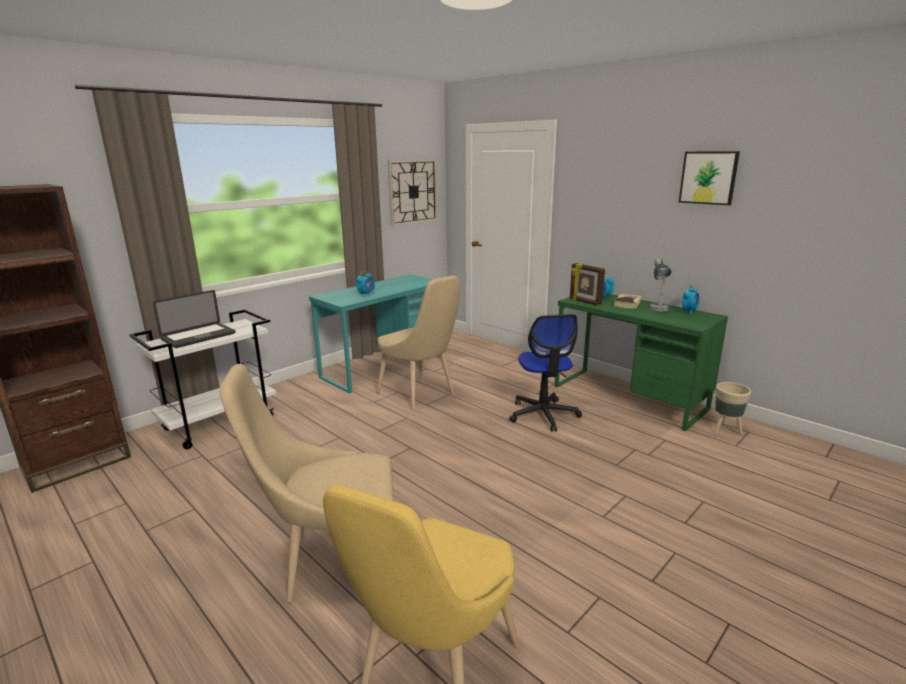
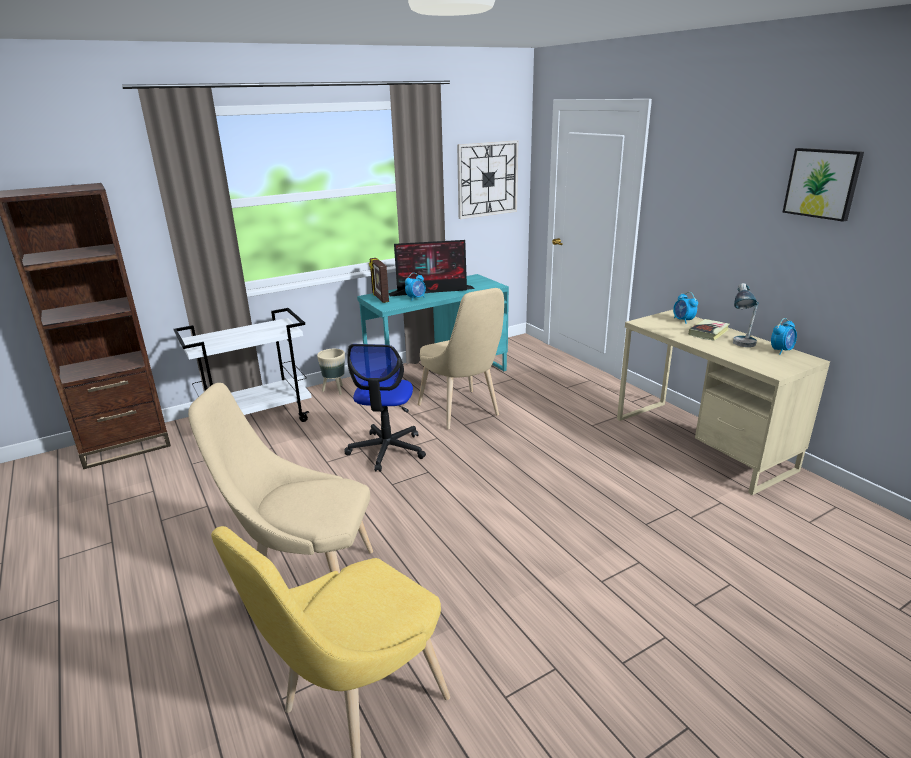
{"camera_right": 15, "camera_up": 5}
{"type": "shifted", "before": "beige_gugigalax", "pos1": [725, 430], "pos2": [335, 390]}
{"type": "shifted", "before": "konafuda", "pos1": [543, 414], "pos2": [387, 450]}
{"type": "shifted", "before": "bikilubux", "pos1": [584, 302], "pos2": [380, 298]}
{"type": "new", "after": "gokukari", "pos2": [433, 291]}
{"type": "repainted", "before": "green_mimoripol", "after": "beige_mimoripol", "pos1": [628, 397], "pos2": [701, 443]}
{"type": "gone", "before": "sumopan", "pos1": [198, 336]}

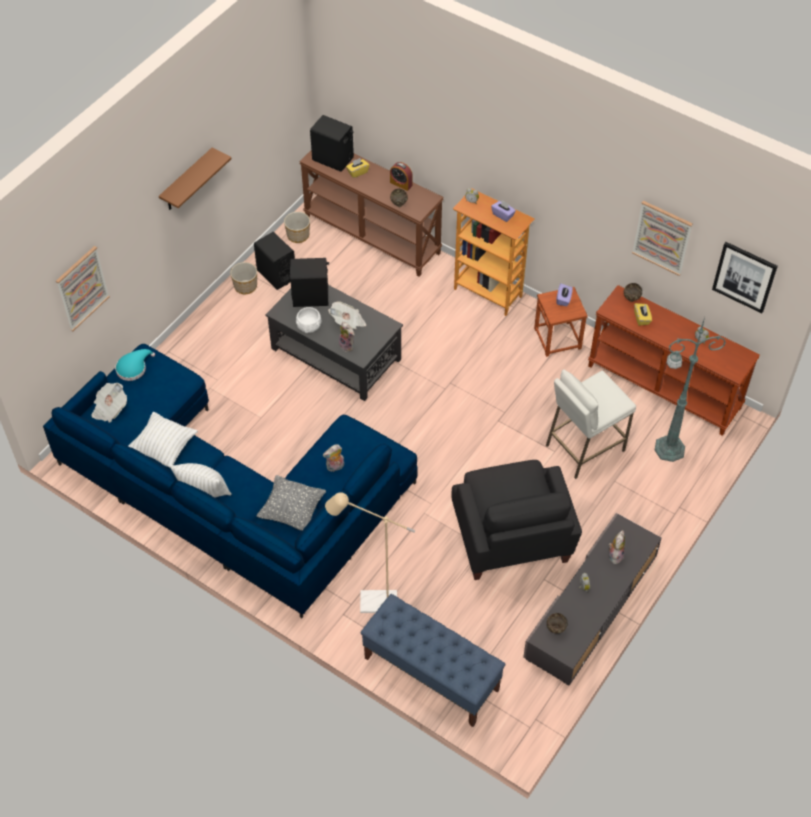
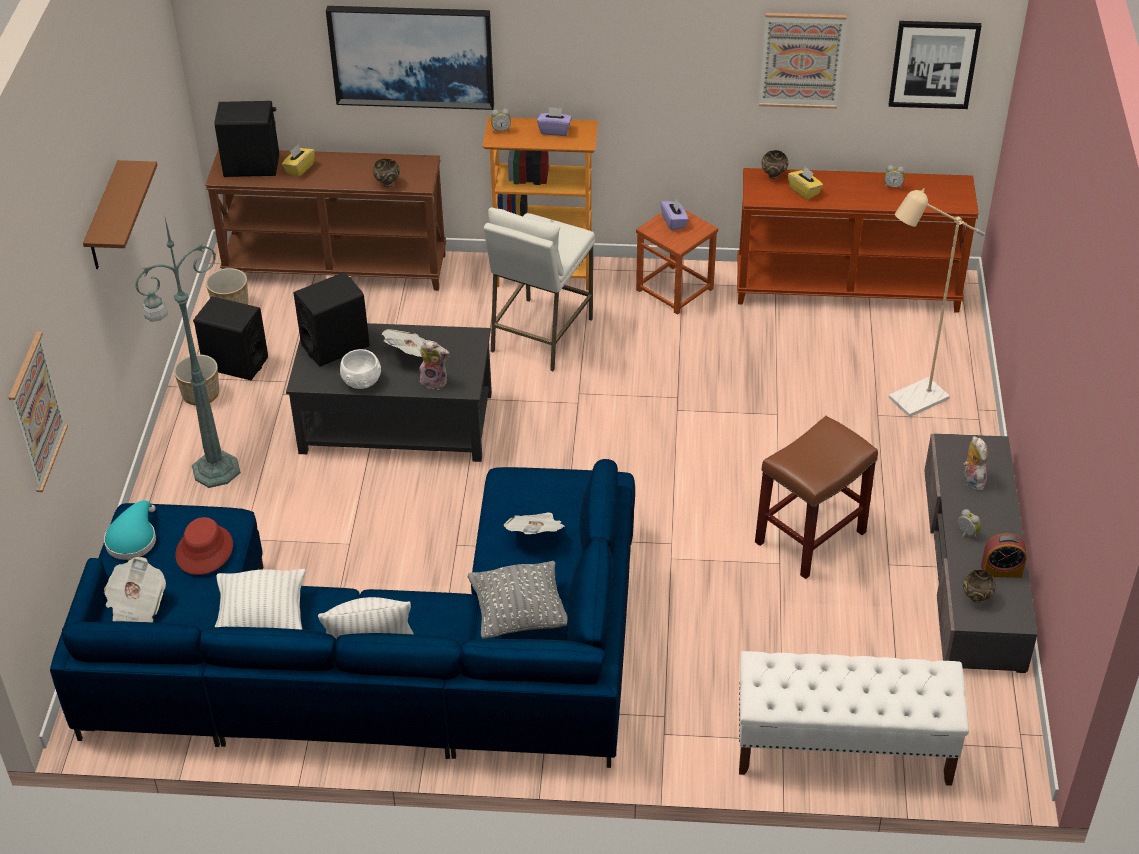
{"camera_right": -30, "camera_up": -10}
{"type": "shifted", "before": "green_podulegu", "pos1": [667, 449], "pos2": [213, 471]}
{"type": "new", "after": "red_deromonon", "pos2": [204, 550]}
{"type": "new", "after": "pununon", "pos2": [412, 55]}
{"type": "shifted", "before": "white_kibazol", "pos1": [584, 448], "pos2": [540, 335]}
{"type": "swapped", "before": "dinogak", "after": "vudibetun", "pos1": [335, 467], "pos2": [535, 534]}
{"type": "repainted", "before": "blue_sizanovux", "after": "white_sizanovux", "pos1": [431, 673], "pos2": [842, 748]}
{"type": "swapped", "before": "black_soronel", "after": "brown_kibazol", "pos1": [511, 540], "pos2": [810, 538]}
{"type": "shifted", "before": "beige_podulegu", "pos1": [370, 602], "pos2": [910, 402]}
{"type": "shifted", "before": "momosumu", "pos1": [401, 184], "pos2": [1001, 570]}

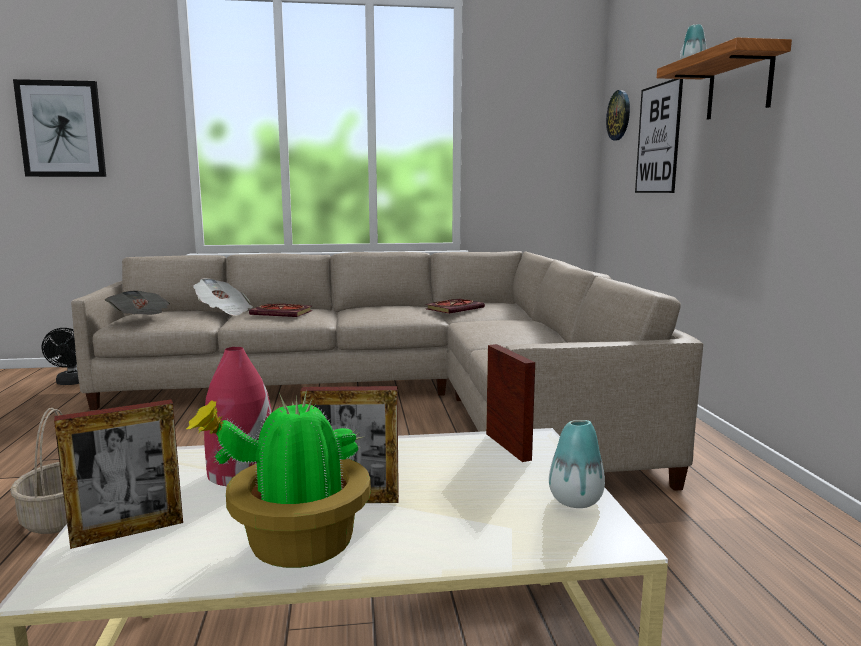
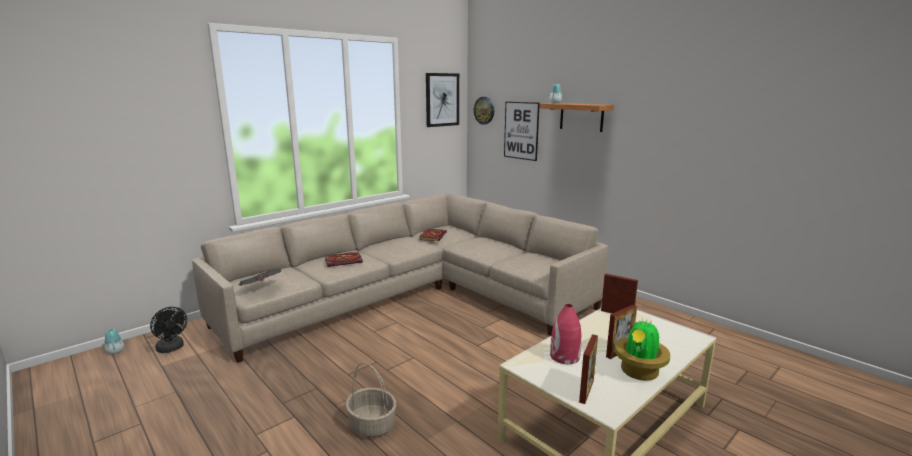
{"camera_right": -35, "camera_up": 5}
{"type": "shifted", "before": "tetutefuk", "pos1": [575, 501], "pos2": [115, 352]}
{"type": "shifted", "before": "pununon", "pos1": [61, 129], "pos2": [442, 100]}
{"type": "gone", "before": "vudibetun", "pos1": [224, 311]}

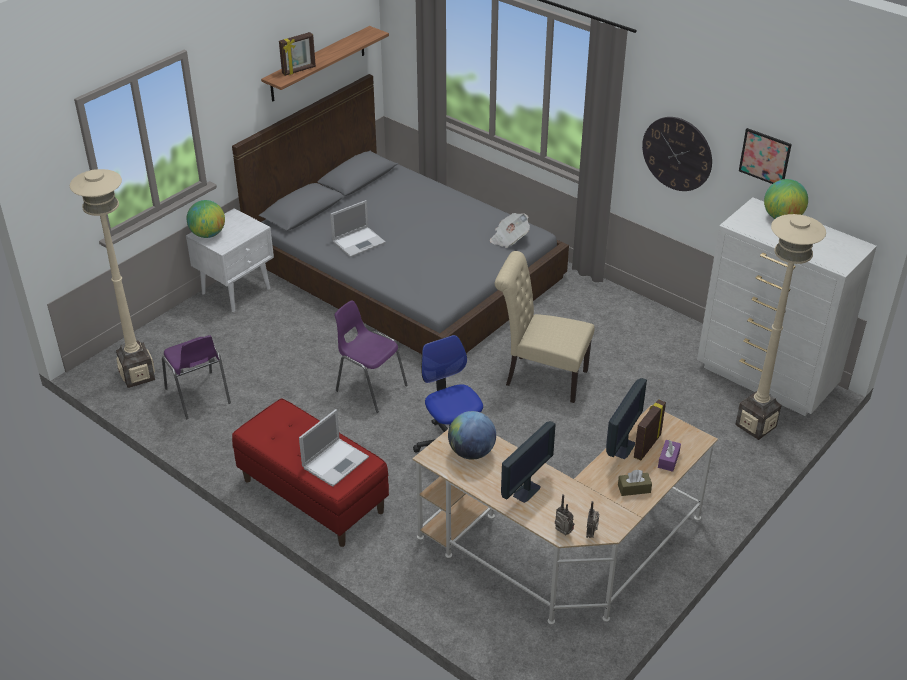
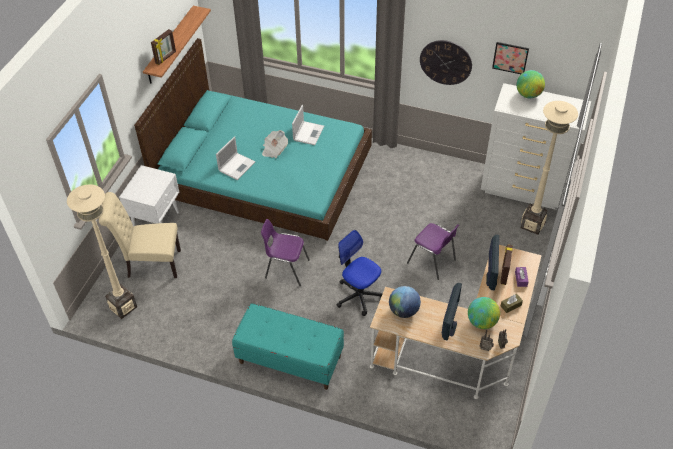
{"camera_right": -20, "camera_up": 10}
{"type": "shifted", "before": "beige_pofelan", "pos1": [541, 377], "pos2": [150, 264]}
{"type": "repainted", "before": "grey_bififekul", "after": "turquoise_bififekul", "pos1": [405, 270], "pos2": [264, 172]}
{"type": "repainted", "before": "red_sizanovux", "after": "turquoise_sizanovux", "pos1": [312, 496], "pos2": [289, 360]}
{"type": "shifted", "before": "vudibetun", "pos1": [509, 239], "pos2": [274, 150]}
{"type": "shifted", "before": "sumopan", "pos1": [336, 461], "pos2": [308, 133]}
{"type": "shifted", "before": "purple_pofelan", "pos1": [198, 397], "pos2": [432, 262]}
{"type": "shifted", "before": "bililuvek", "pos1": [208, 234], "pos2": [482, 322]}

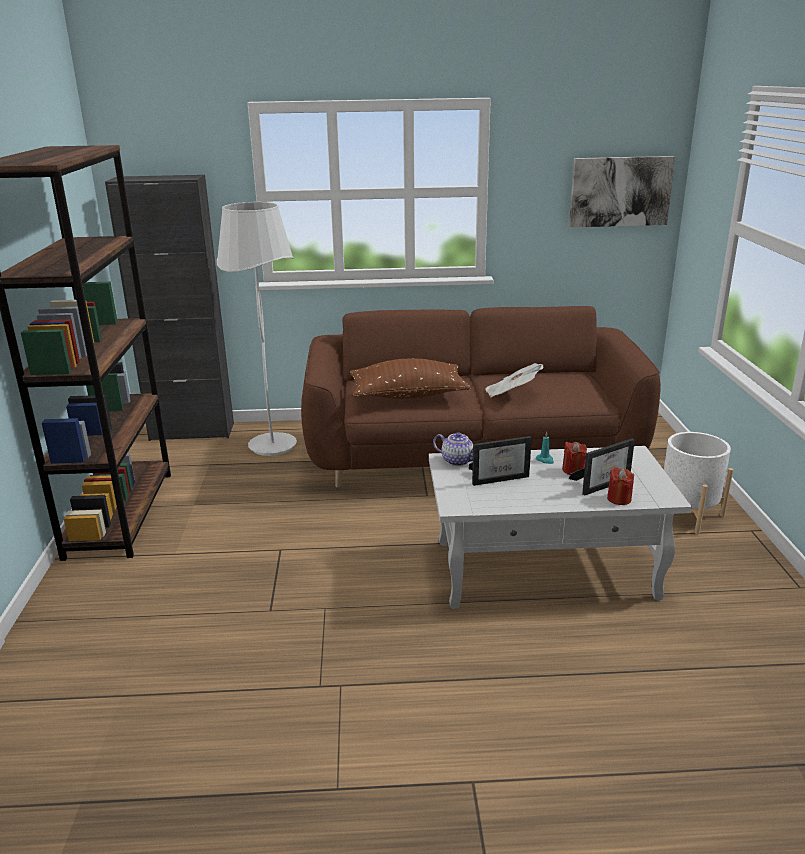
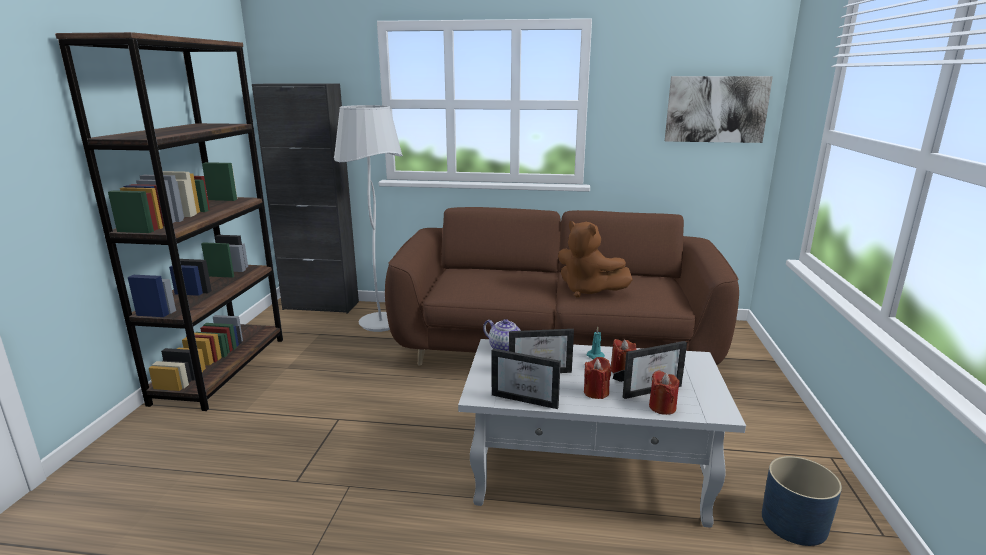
{"camera_right": 10, "camera_up": -5}
{"type": "new", "after": "bikilubux", "pos2": [528, 398]}
{"type": "swapped", "before": "vudibetun", "after": "brown_dinogak", "pos1": [511, 394], "pos2": [588, 291]}
{"type": "new", "after": "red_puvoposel", "pos2": [596, 392]}
{"type": "new", "after": "blue_gugigalax", "pos2": [794, 523]}
{"type": "gone", "before": "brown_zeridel", "pos1": [408, 395]}
{"type": "gone", "before": "white_gugigalax", "pos1": [687, 514]}

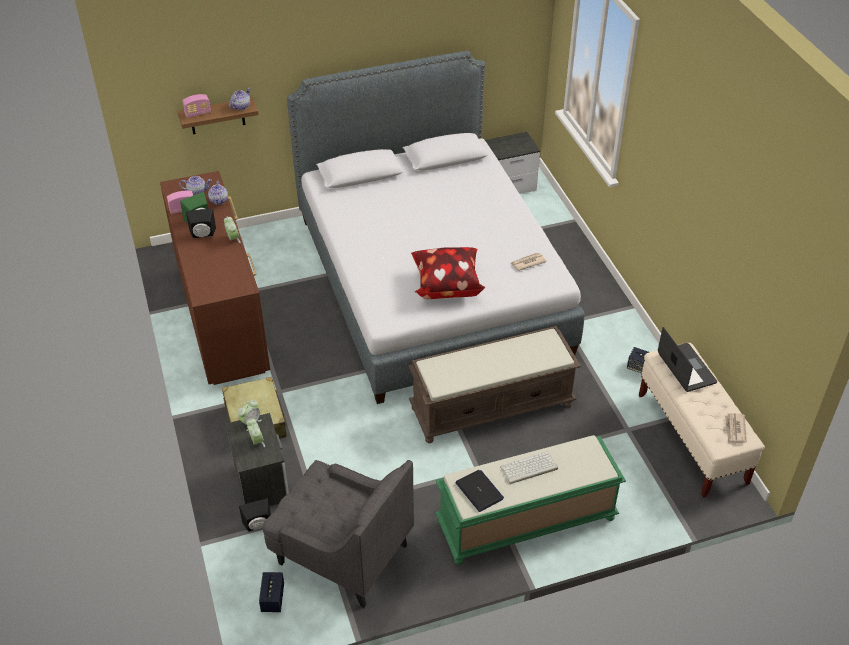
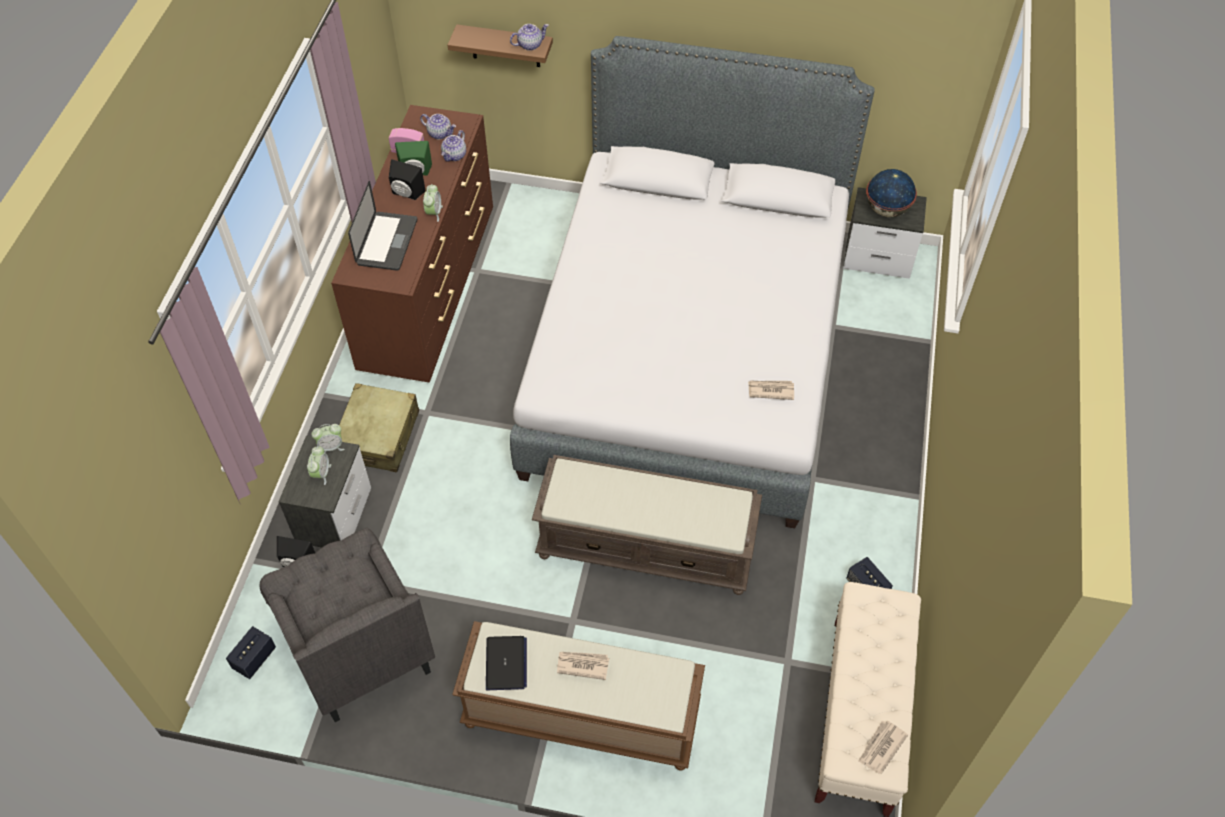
{"camera_right": 30, "camera_up": 10}
{"type": "shifted", "before": "sumopan", "pos1": [686, 368], "pos2": [387, 242]}
{"type": "repainted", "before": "green_sizanovux", "after": "brown_sizanovux", "pos1": [525, 522], "pos2": [579, 716]}
{"type": "swapped", "before": "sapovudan", "after": "vudibetun", "pos1": [528, 468], "pos2": [582, 665]}
{"type": "new", "after": "bililuvek", "pos2": [886, 210]}
{"type": "gone", "before": "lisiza", "pos1": [198, 113]}
{"type": "gone", "before": "zeridel", "pos1": [446, 285]}

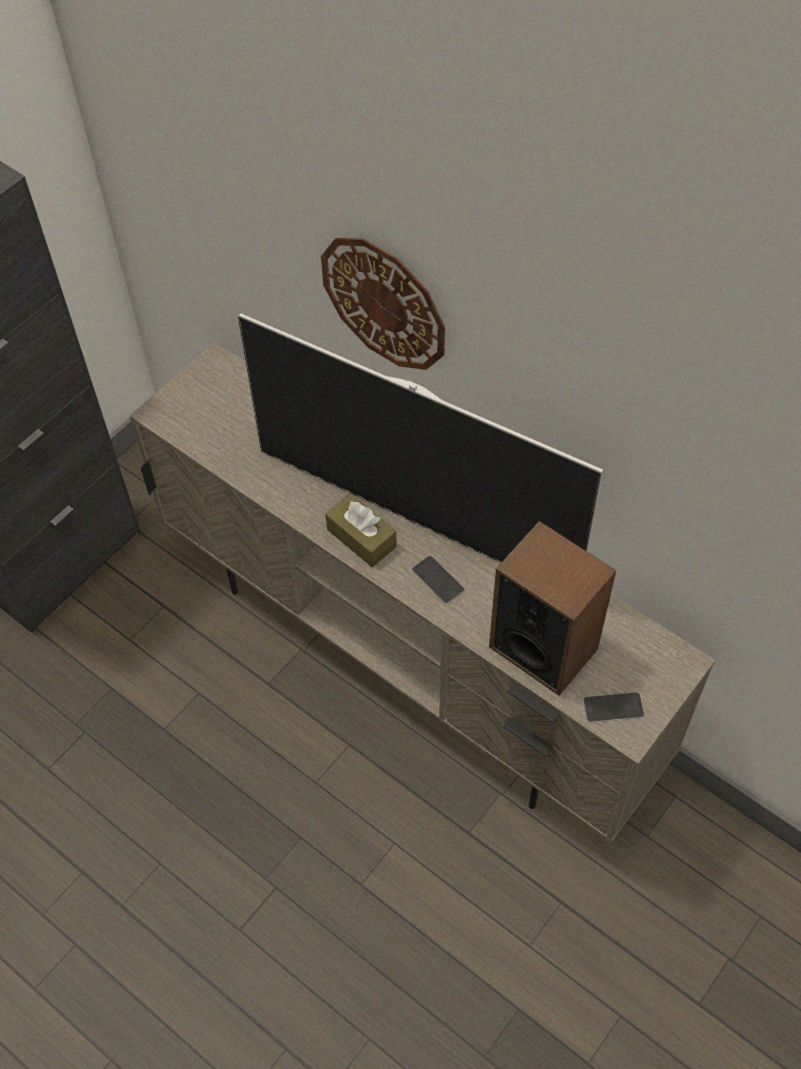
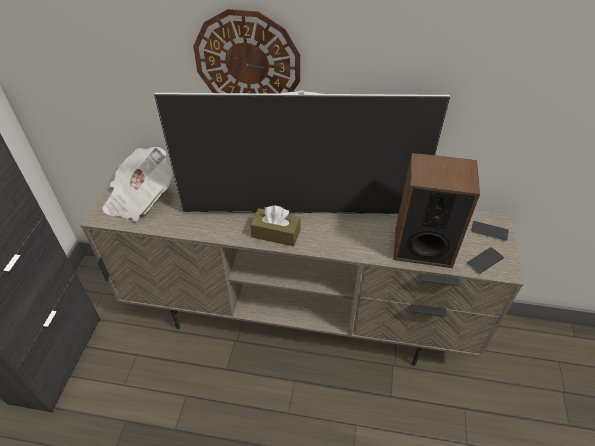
{"camera_right": -30, "camera_up": -10}
{"type": "new", "after": "vudibetun", "pos2": [140, 198]}
{"type": "shifted", "before": "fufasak", "pos1": [438, 580], "pos2": [489, 231]}

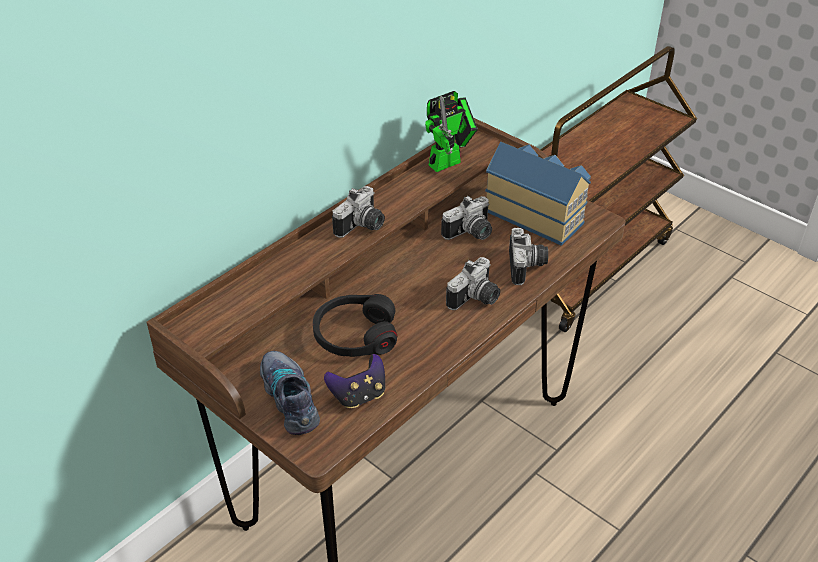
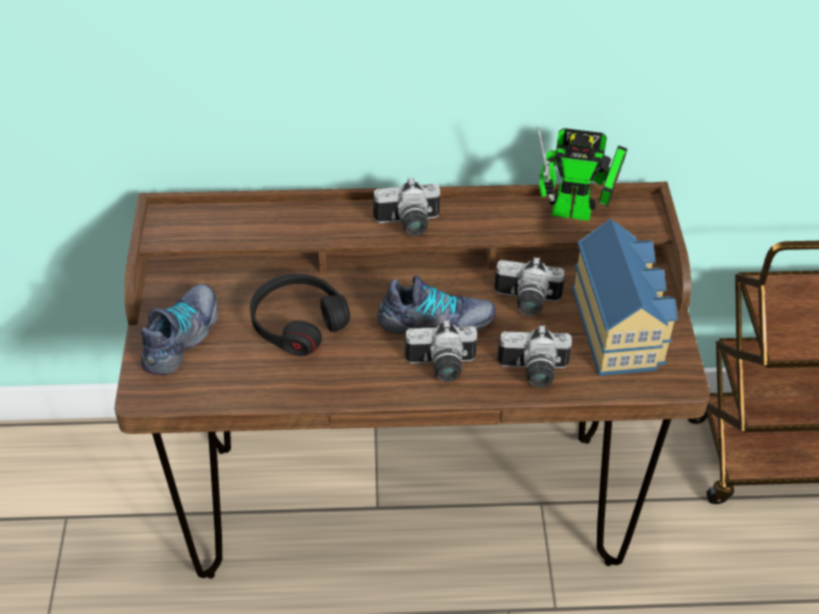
{"camera_right": 45, "camera_up": 5}
{"type": "new", "after": "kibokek", "pos2": [436, 323]}
{"type": "rotated", "before": "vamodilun", "pos1": [527, 267], "pos2": [533, 372], "turn": 45}
{"type": "gone", "before": "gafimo", "pos1": [359, 395]}

